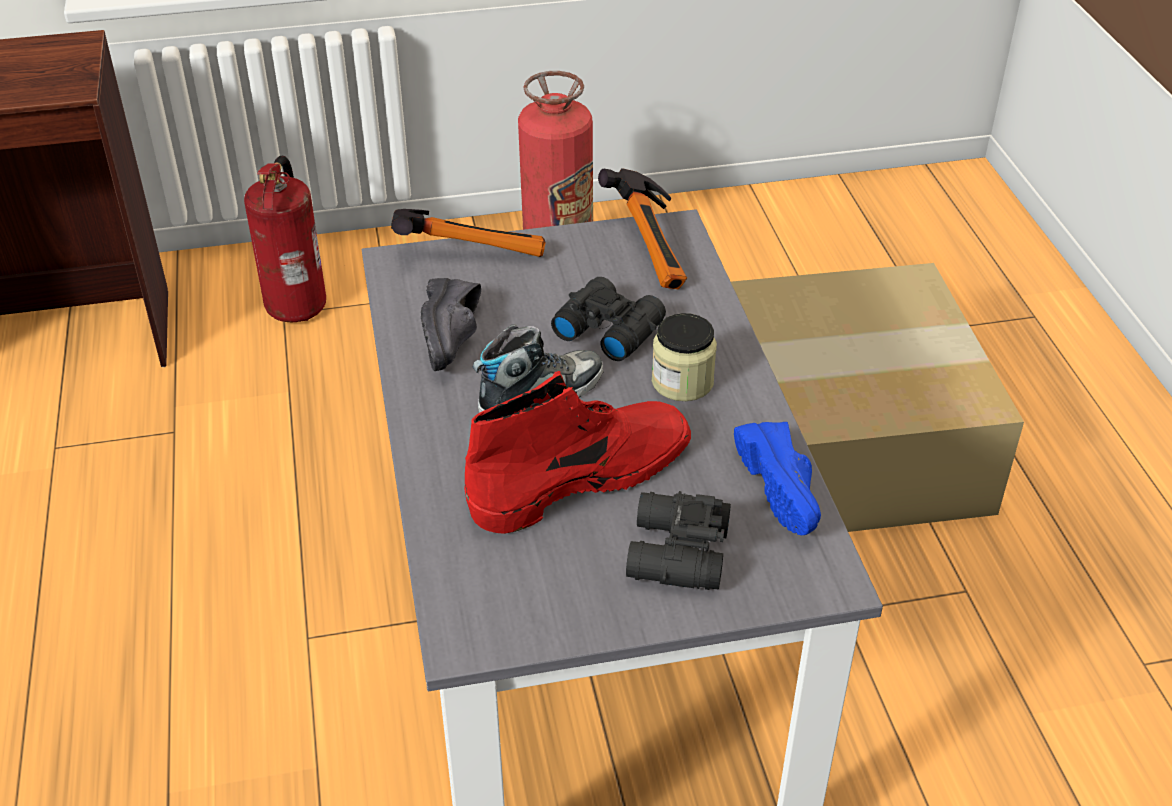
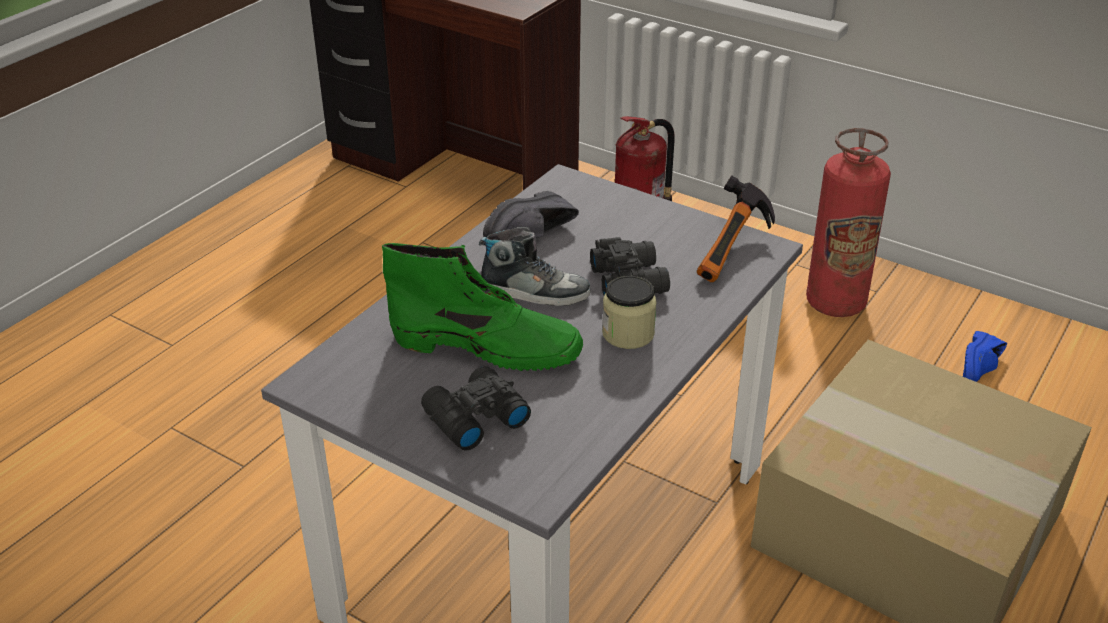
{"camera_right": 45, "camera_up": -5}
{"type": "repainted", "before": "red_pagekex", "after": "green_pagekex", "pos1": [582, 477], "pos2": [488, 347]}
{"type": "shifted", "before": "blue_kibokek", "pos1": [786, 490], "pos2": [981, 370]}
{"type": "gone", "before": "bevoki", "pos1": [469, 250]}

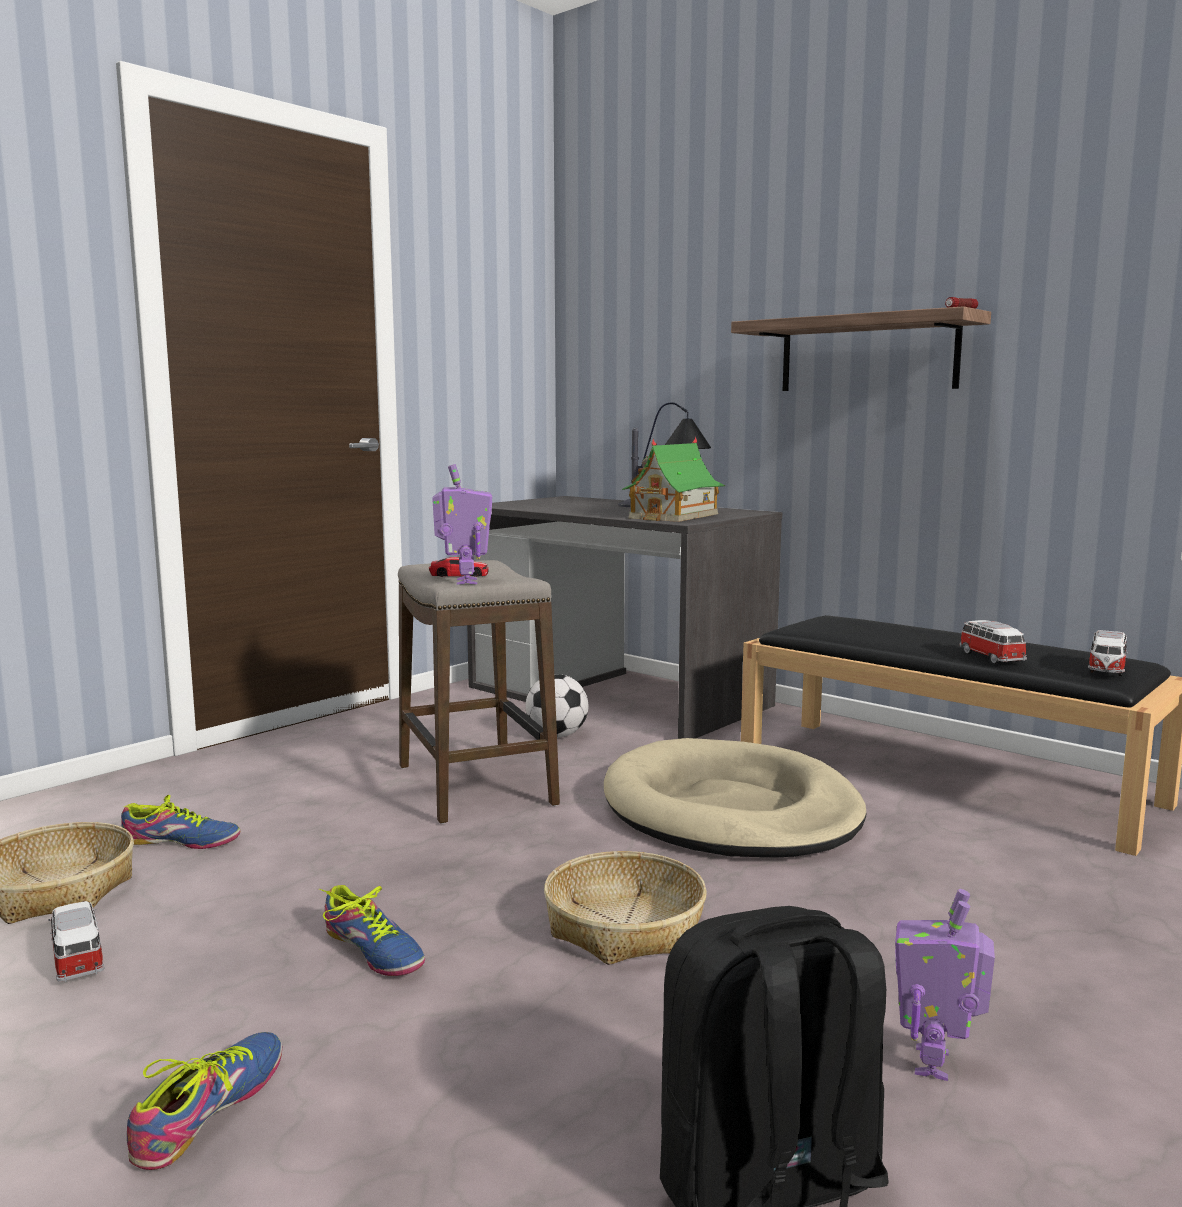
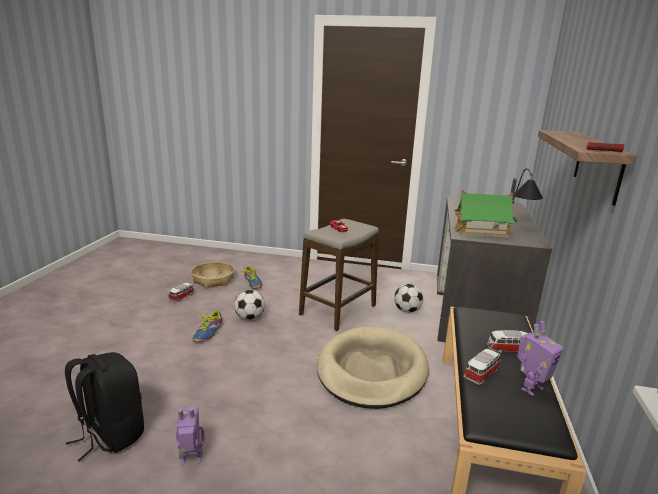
{"camera_right": 60, "camera_up": 10}
{"type": "new", "after": "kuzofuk", "pos2": [249, 318]}
{"type": "shifted", "before": "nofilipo", "pos1": [1106, 669], "pos2": [507, 350]}
{"type": "shifted", "before": "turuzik", "pos1": [464, 581], "pos2": [530, 388]}
{"type": "gone", "before": "kibokek", "pos1": [209, 1109]}
{"type": "gone", "before": "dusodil", "pos1": [624, 926]}

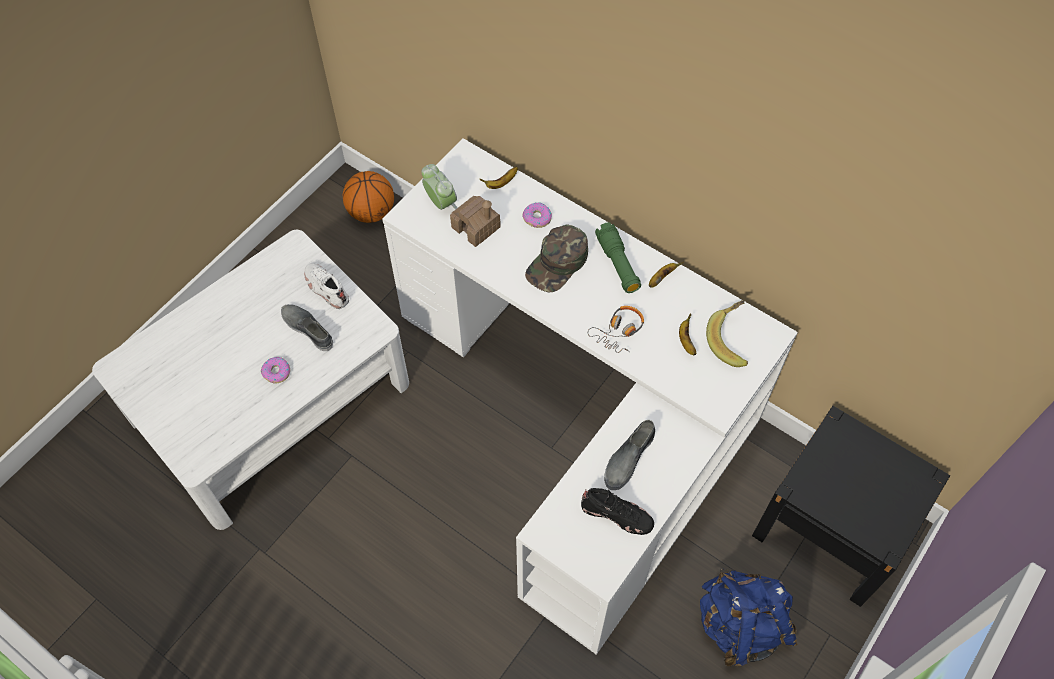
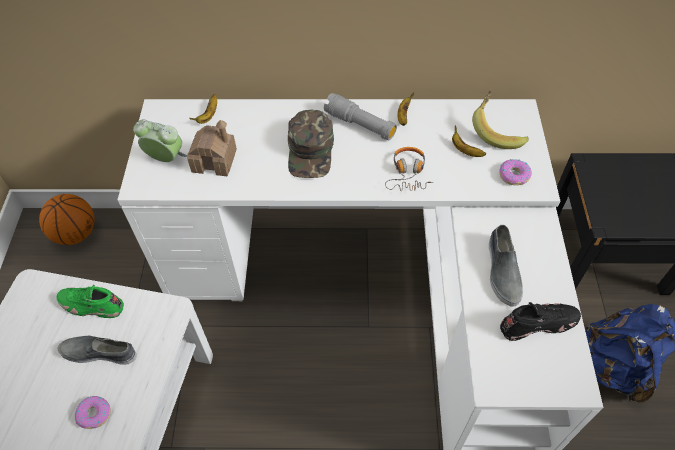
{"camera_right": -35, "camera_up": -5}
{"type": "repainted", "before": "white_kibokek", "after": "green_kibokek", "pos1": [326, 289], "pos2": [91, 306]}
{"type": "repainted", "before": "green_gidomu", "after": "grey_gidomu", "pos1": [617, 264], "pos2": [360, 124]}
{"type": "shifted", "before": "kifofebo", "pos1": [537, 218], "pos2": [514, 175]}

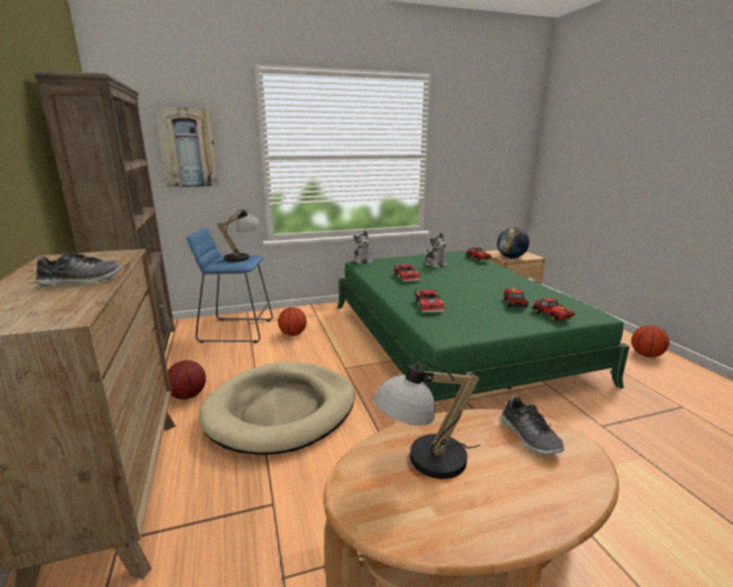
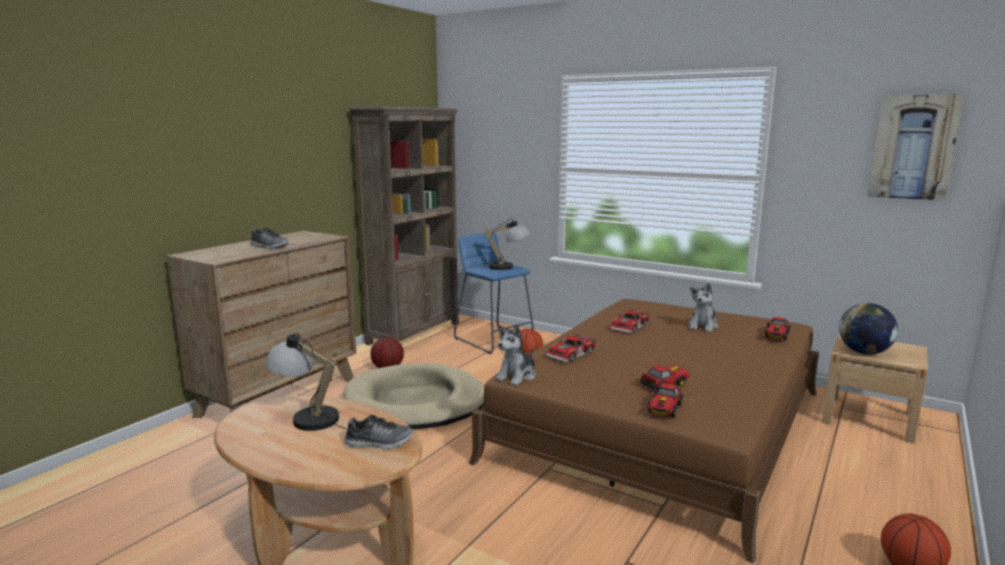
{"camera_right": 50, "camera_up": -5}
{"type": "rotated", "before": "kibokek", "pos1": [529, 437], "pos2": [379, 443], "turn": -120}
{"type": "repainted", "before": "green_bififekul", "after": "brown_bififekul", "pos1": [452, 340], "pos2": [661, 425]}
{"type": "shifted", "before": "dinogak", "pos1": [362, 261], "pos2": [517, 376]}
{"type": "shifted", "before": "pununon", "pos1": [188, 148], "pos2": [913, 147]}

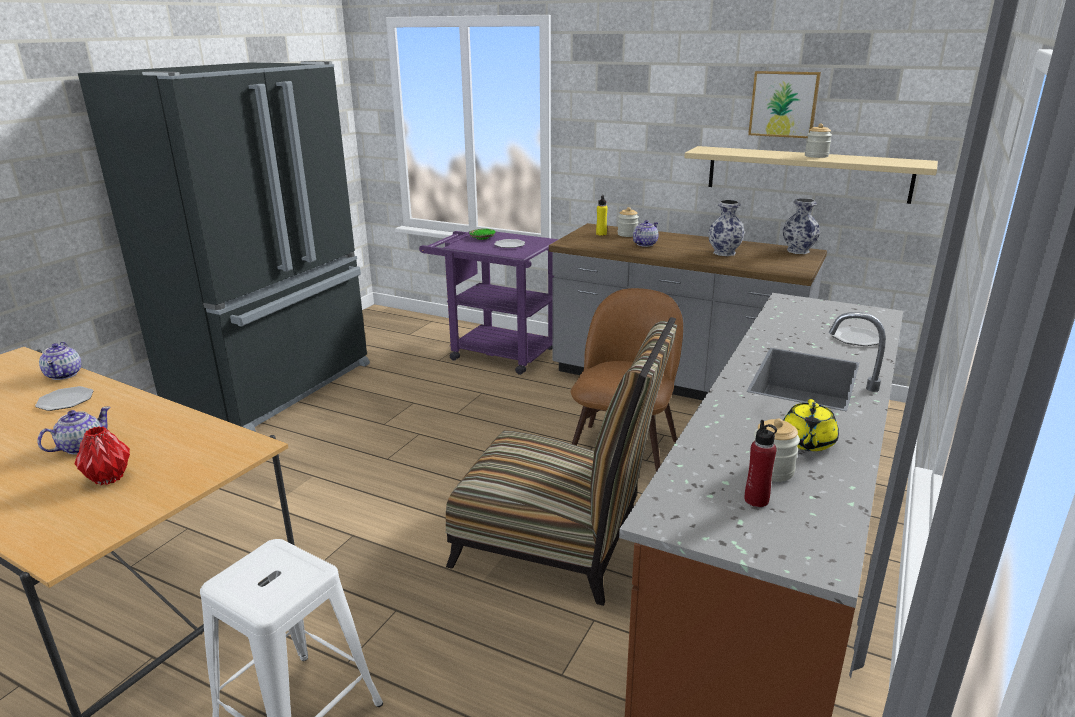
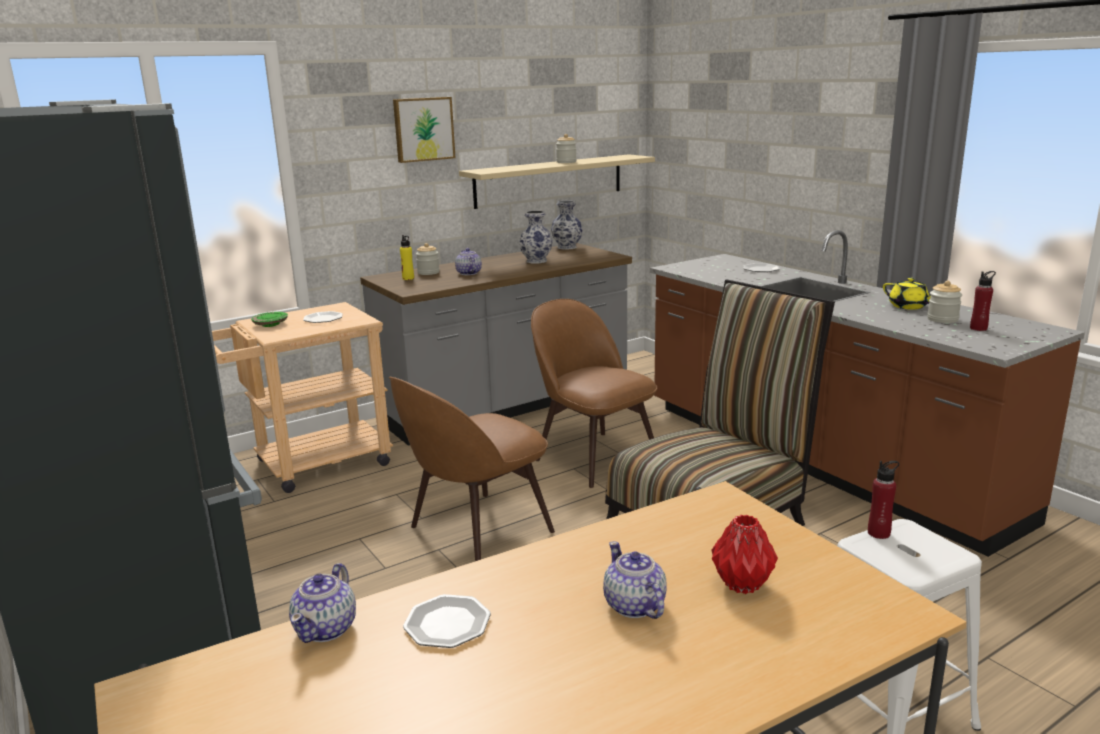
{"camera_right": -60, "camera_up": -5}
{"type": "repainted", "before": "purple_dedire", "after": "beige_dedire", "pos1": [495, 352], "pos2": [311, 465]}
{"type": "rotated", "before": "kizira", "pos1": [64, 374], "pos2": [326, 628], "turn": 90}
{"type": "new", "after": "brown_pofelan", "pos2": [476, 531]}
{"type": "shifted", "before": "pununon", "pos1": [784, 104], "pos2": [423, 129]}
{"type": "new", "after": "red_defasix", "pos2": [879, 533]}

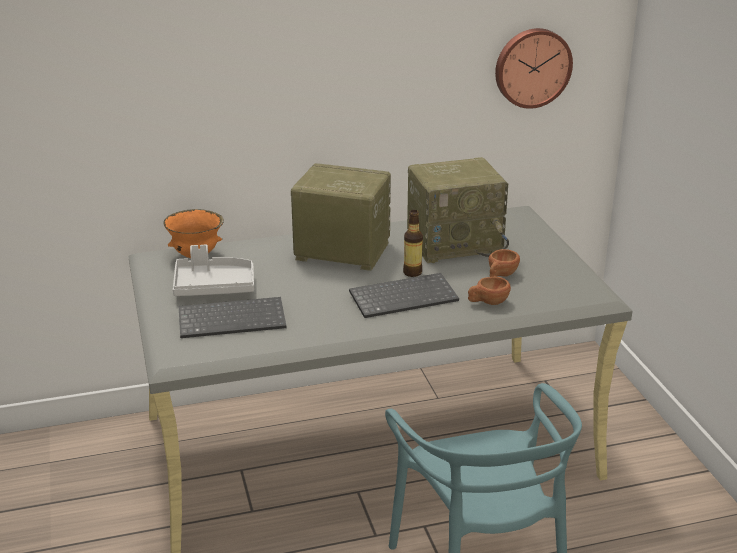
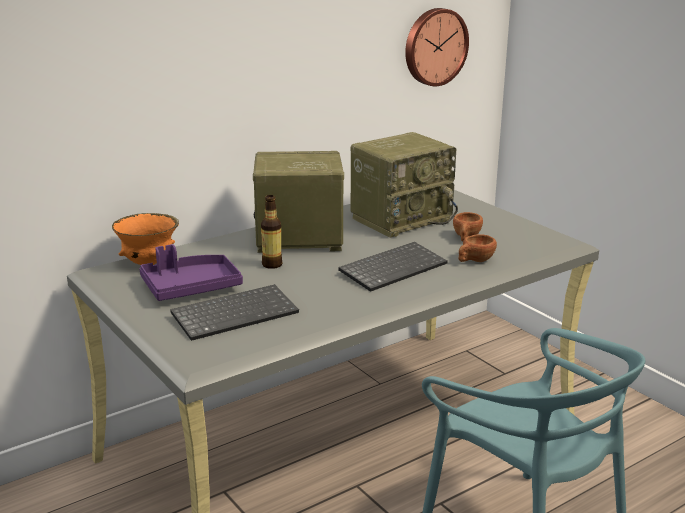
{"camera_right": -20, "camera_up": -5}
{"type": "repainted", "before": "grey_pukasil", "after": "purple_pukasil", "pos1": [214, 286], "pos2": [190, 288]}
{"type": "shifted", "before": "defasix", "pos1": [412, 272], "pos2": [272, 264]}

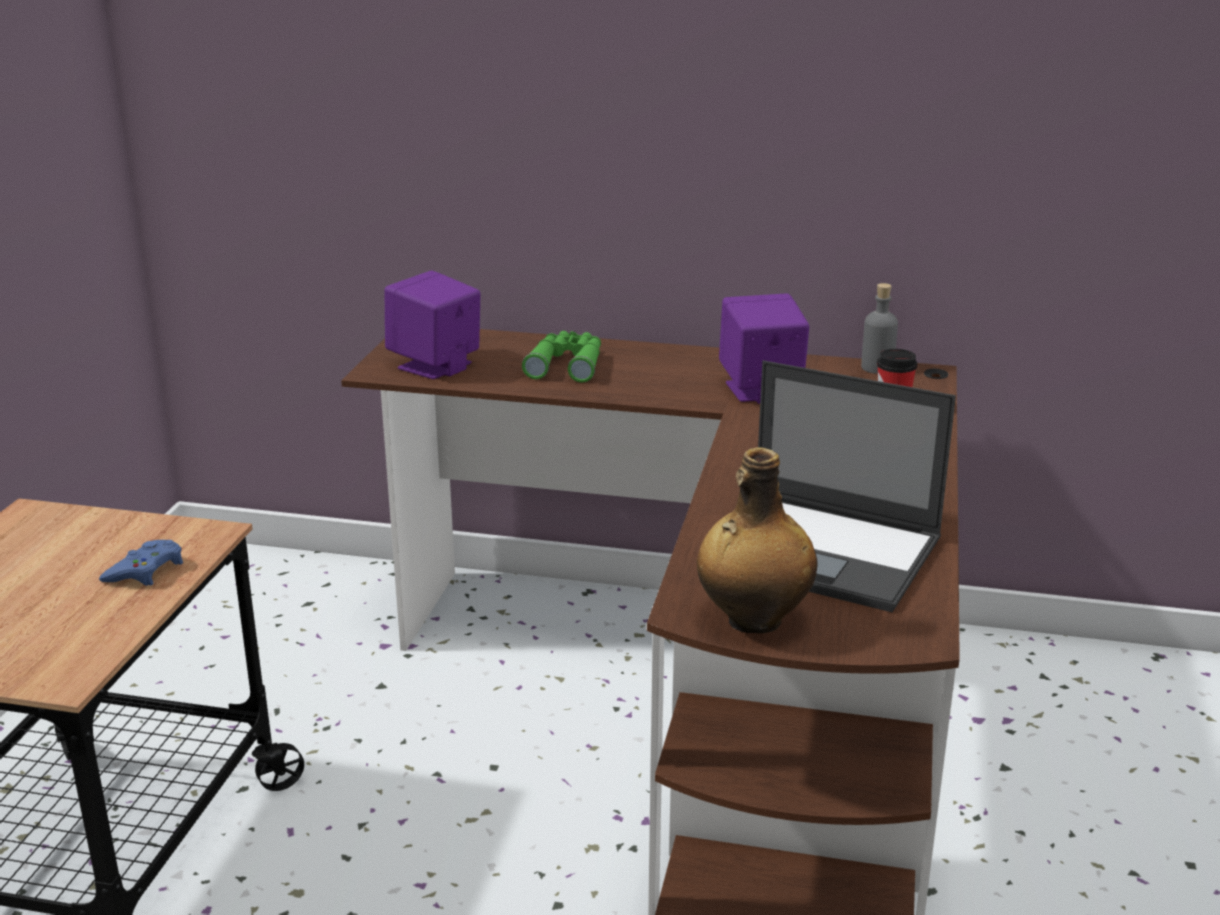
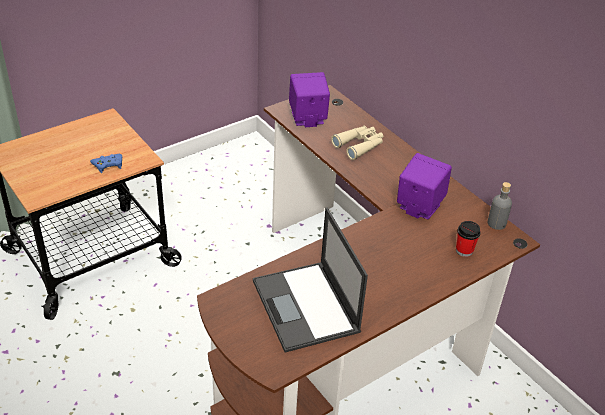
{"camera_right": 40, "camera_up": 15}
{"type": "repainted", "before": "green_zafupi", "after": "beige_zafupi", "pos1": [567, 365], "pos2": [359, 145]}
{"type": "gone", "before": "defasix", "pos1": [752, 620]}

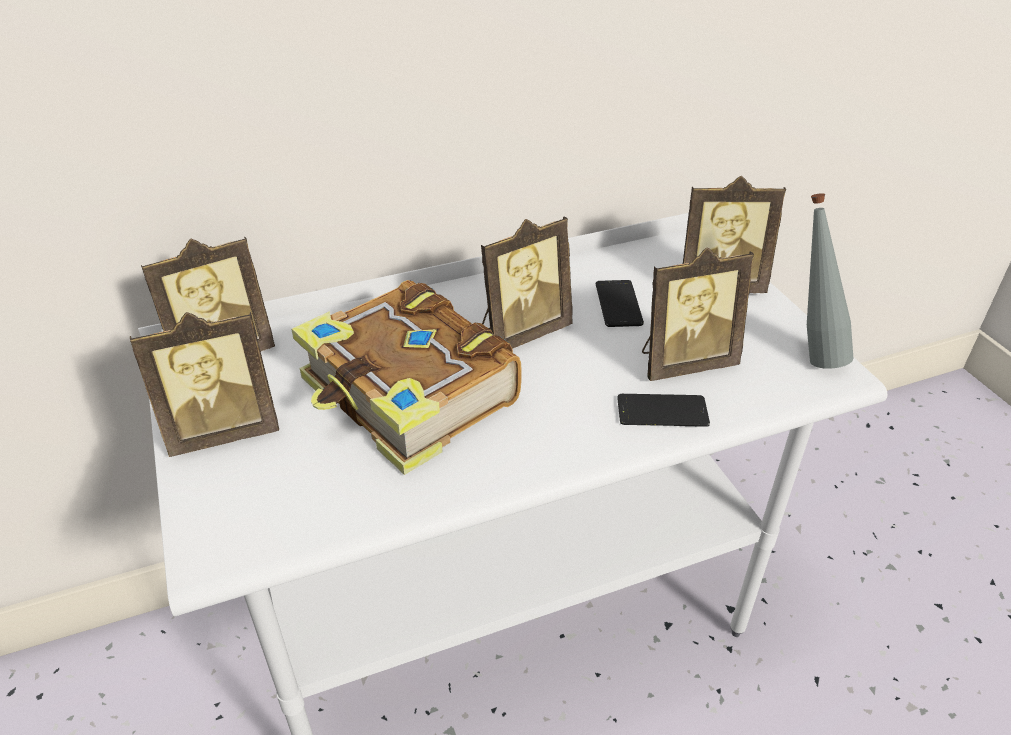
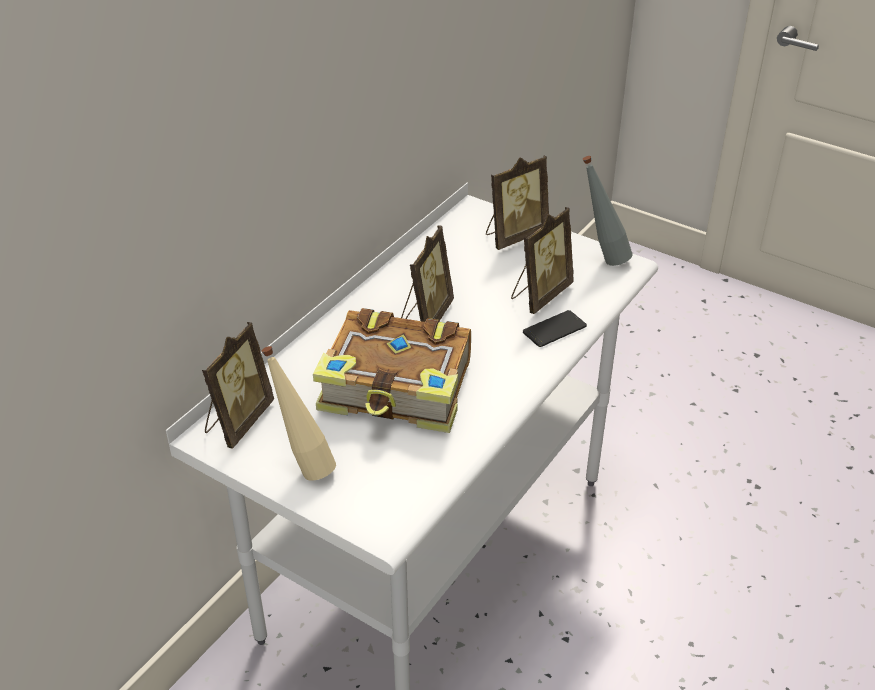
{"camera_right": -35, "camera_up": 0}
{"type": "swapped", "before": "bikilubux", "after": "beige_defasix", "pos1": [224, 431], "pos2": [304, 465]}
{"type": "gone", "before": "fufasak", "pos1": [618, 304]}

